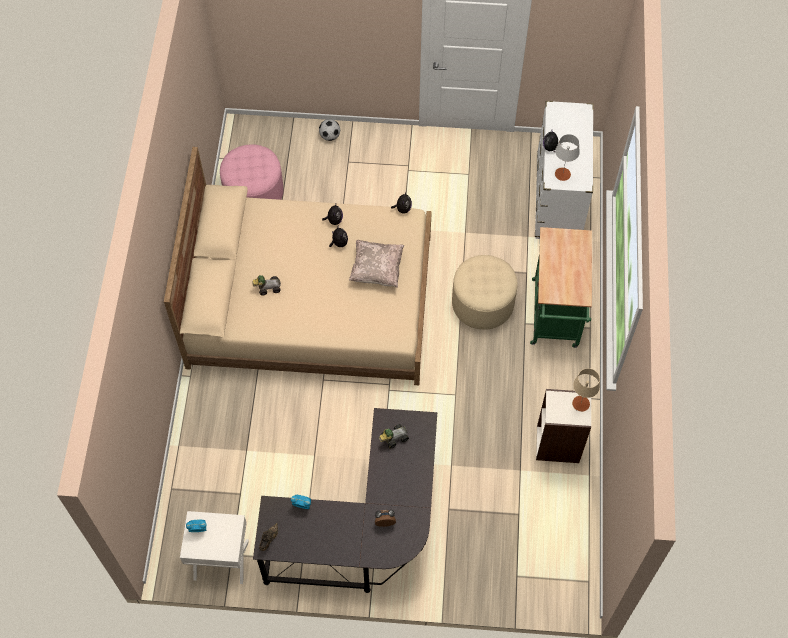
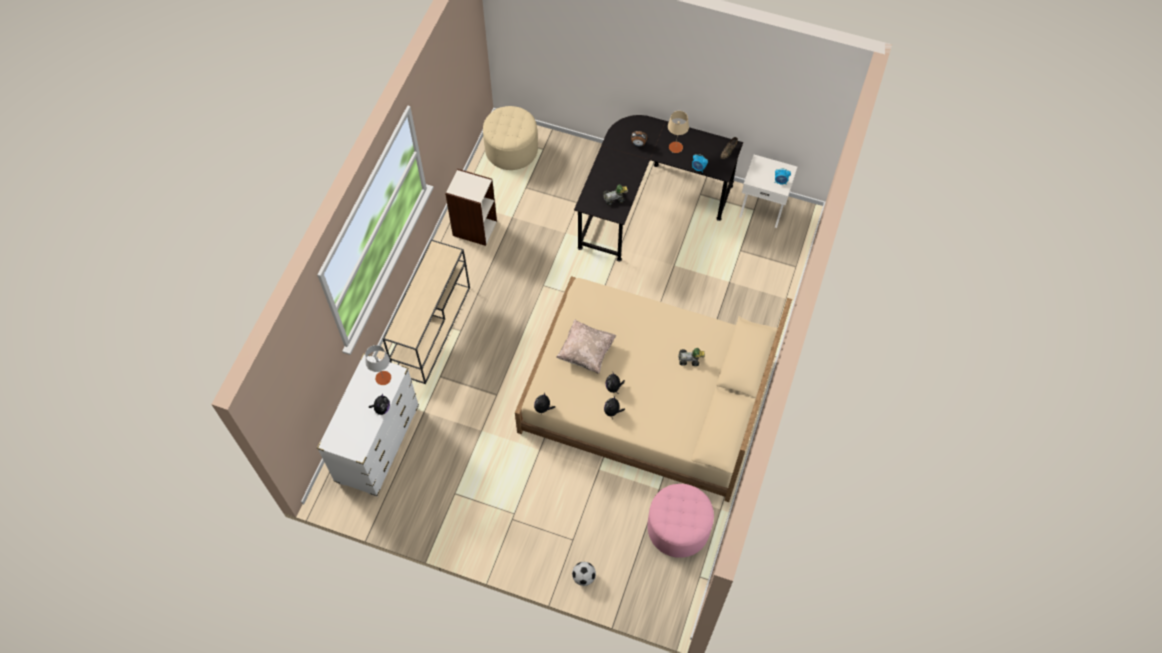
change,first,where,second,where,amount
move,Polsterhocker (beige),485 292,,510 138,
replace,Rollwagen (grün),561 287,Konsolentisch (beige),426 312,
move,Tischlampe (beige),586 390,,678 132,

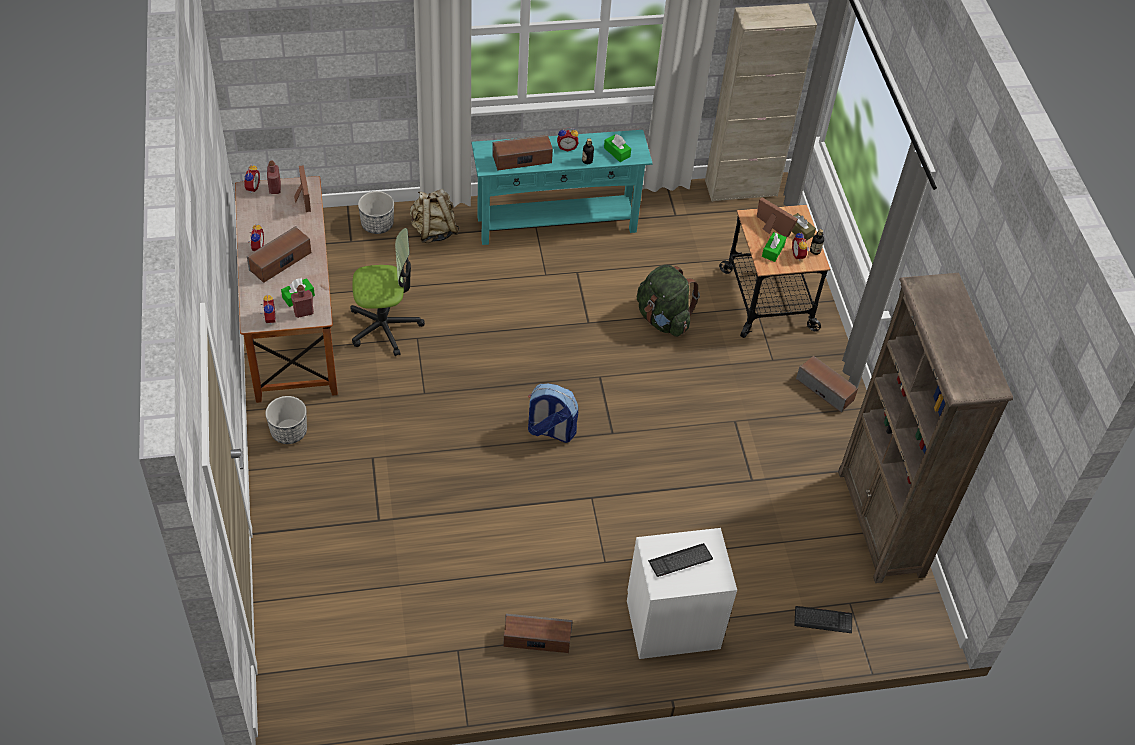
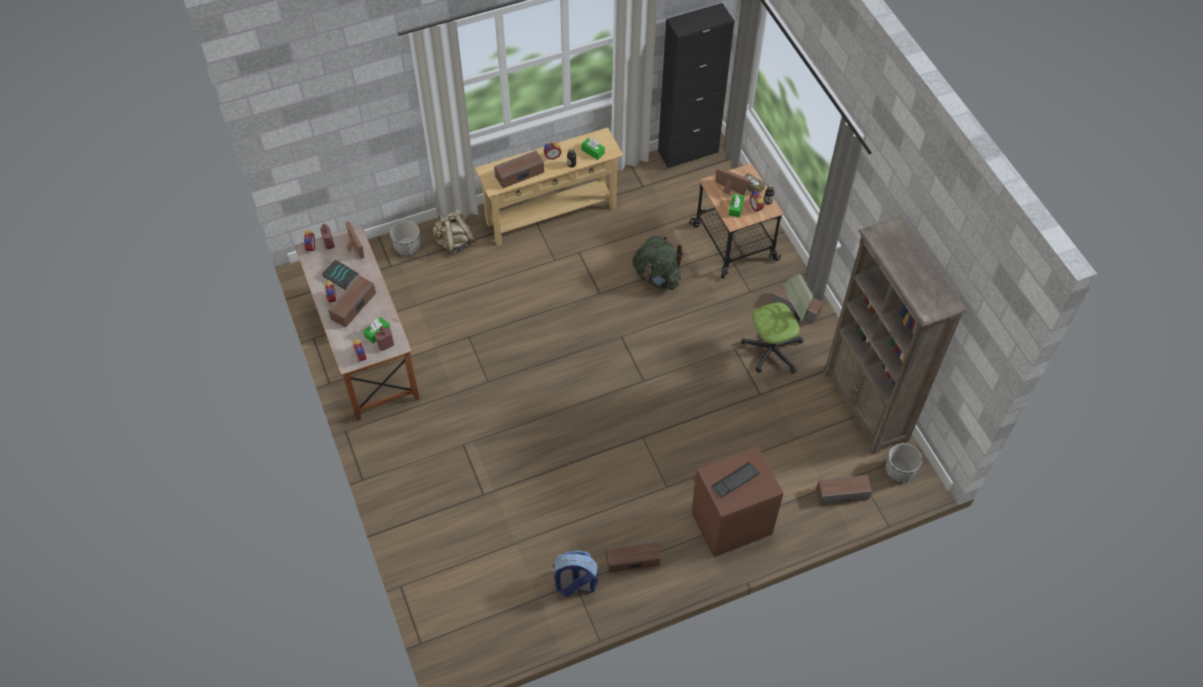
change,first,where,second,where,amount
move,Pflanzkübel,286 420,,904 463,
move,Bürostuhl,387 292,,777 323,
recolor,Konsolentisch (türkis),562 187,Konsolentisch (beige),549 187,
move,Rucksack,553 413,,575 573,
recolor,Nachttisch (weiß),682 593,Nachttisch (braun),738 502,
recolor,Schrank (beige),761 102,Schrank (schwarz),696 86,
replace,Tastatur,823 619,Lautsprecher,844 490,
insert,,,Buch,340 274,

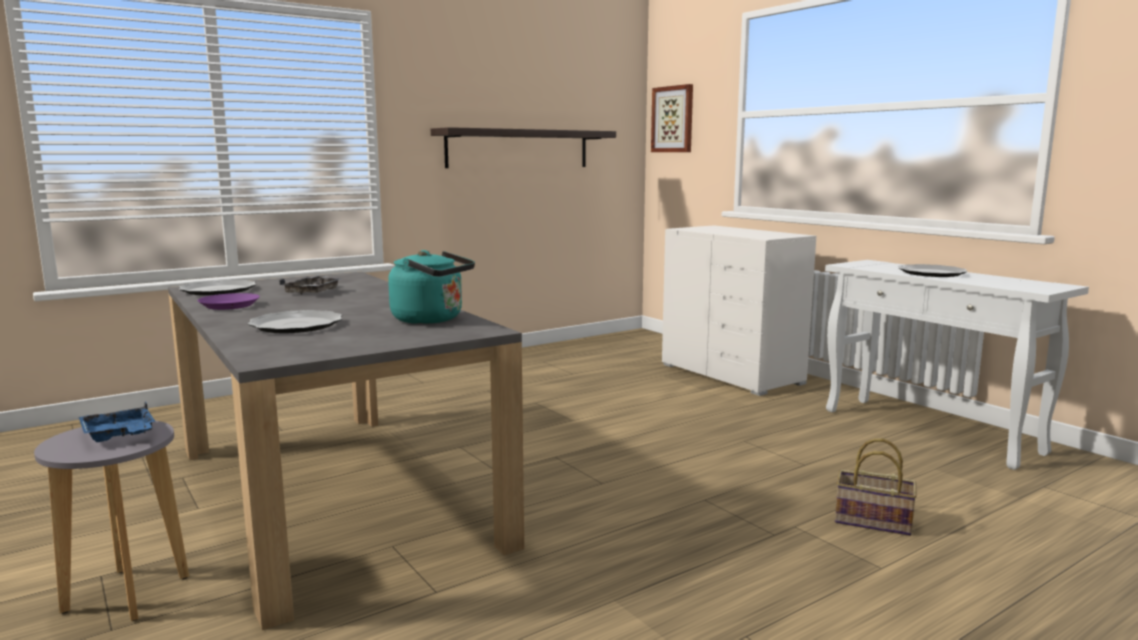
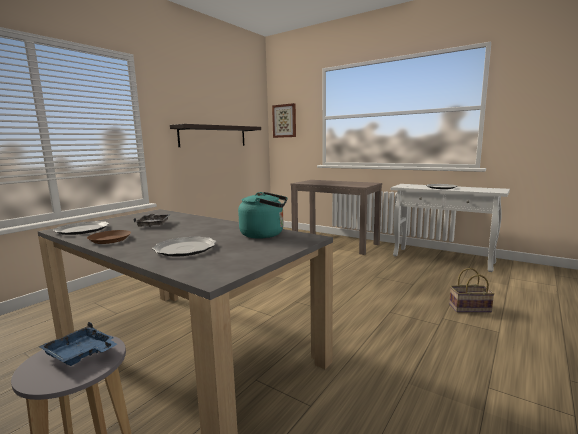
change,first,where,second,where,amount
recolor,Teller (lila),228 301,Teller (braun),109 237,
replace,Kommode (weiß),739 310,Konsolentisch (braun),336 217,

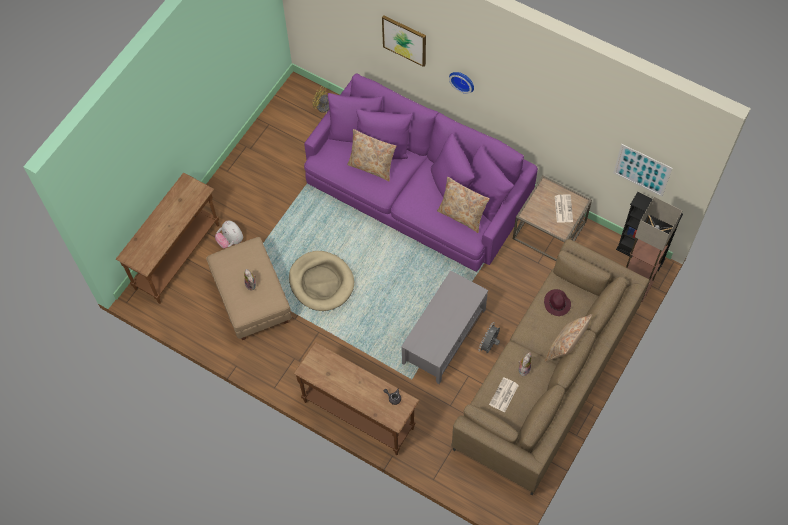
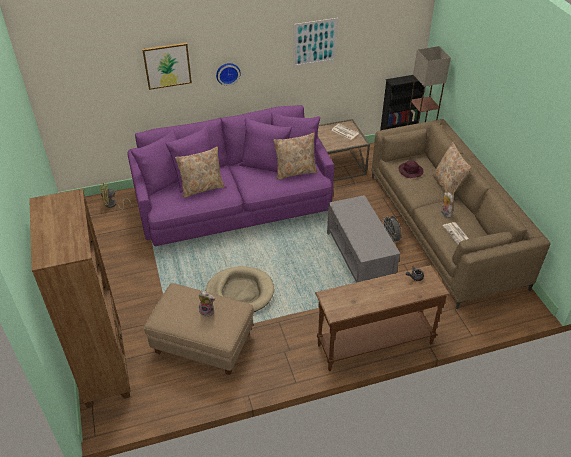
change,first,where,second,where,amount
replace,Konsolentisch (braun),167 238,Bücherregal (braun),80 298,
delete,Plüschtier,229 234,,,
move,Bild,643 170,,315 42,

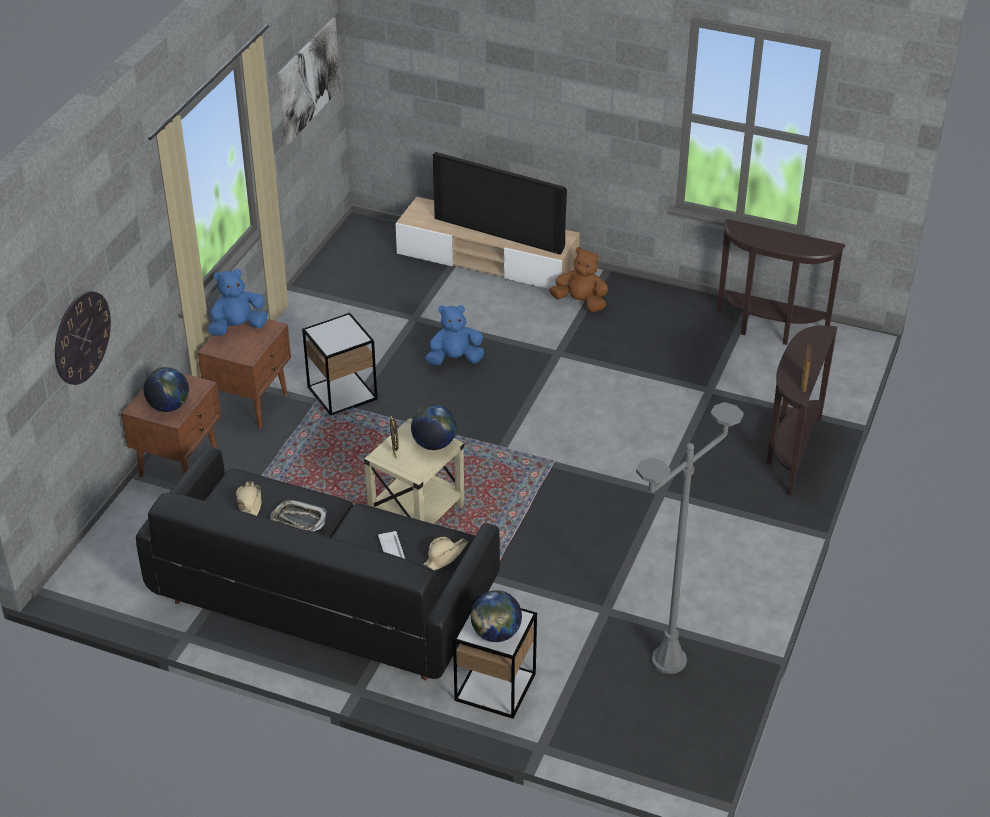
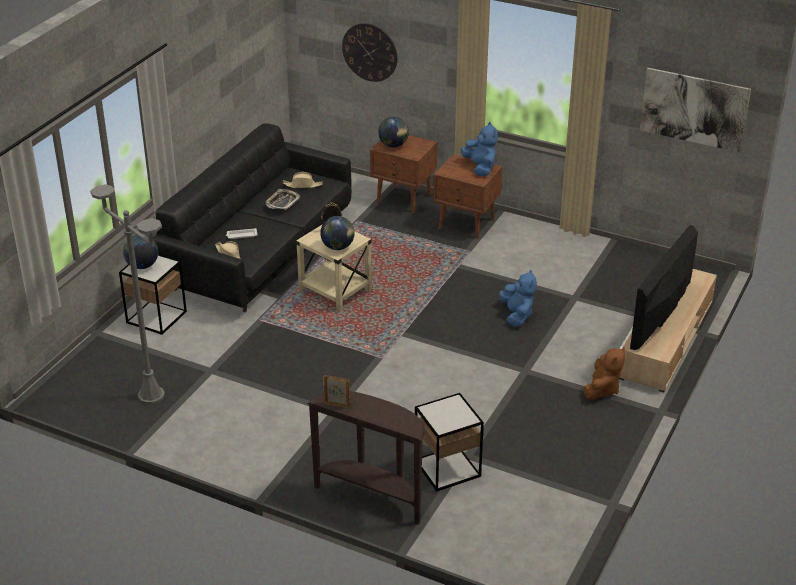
change,first,where,second,where,amount
move,Beistelltisch,339 364,,449 442,
delete,Konsolentisch (braun),781 282,,,

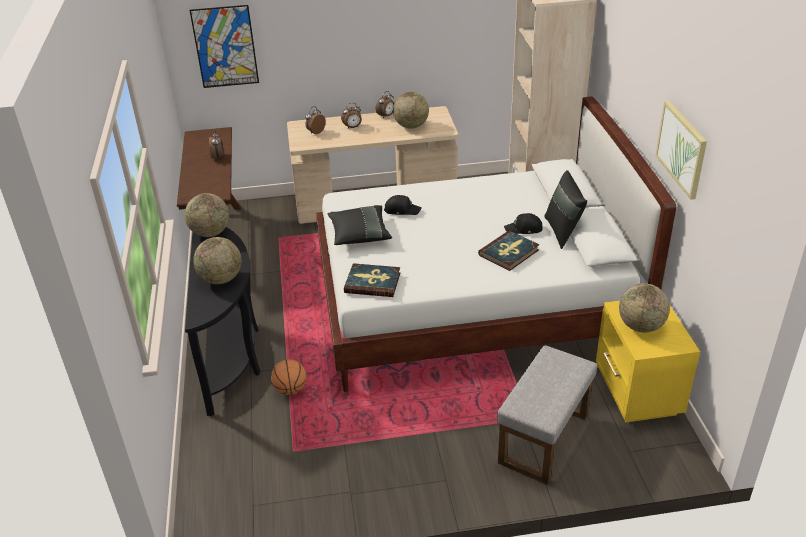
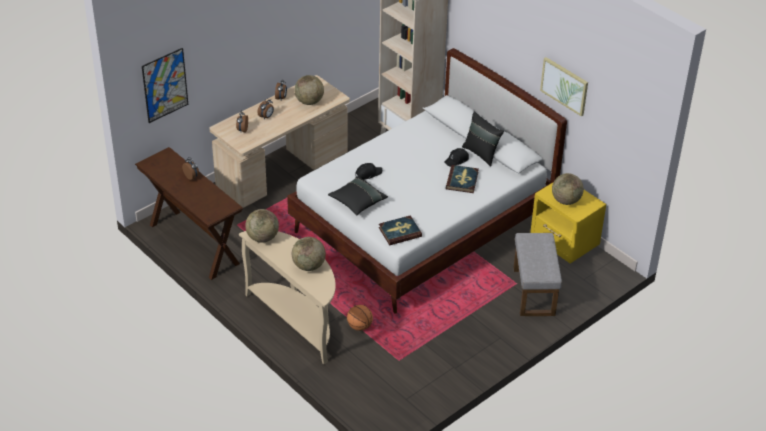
change,first,where,second,where,amount
recolor,Konsolentisch (schwarz),222 321,Konsolentisch (beige),287 297,

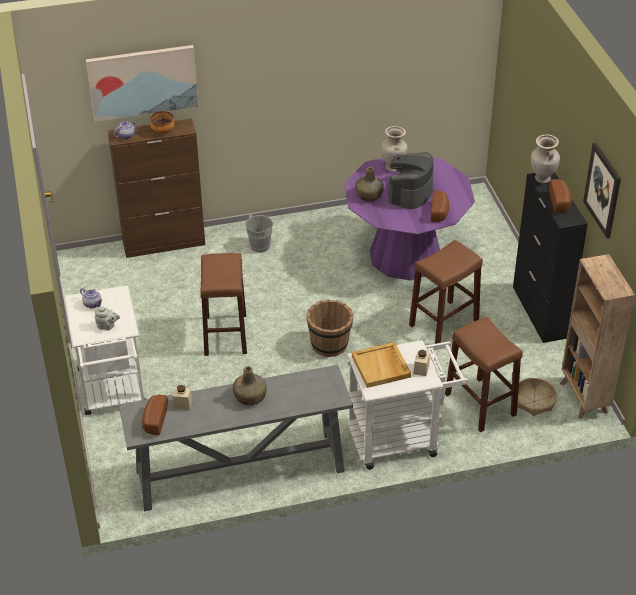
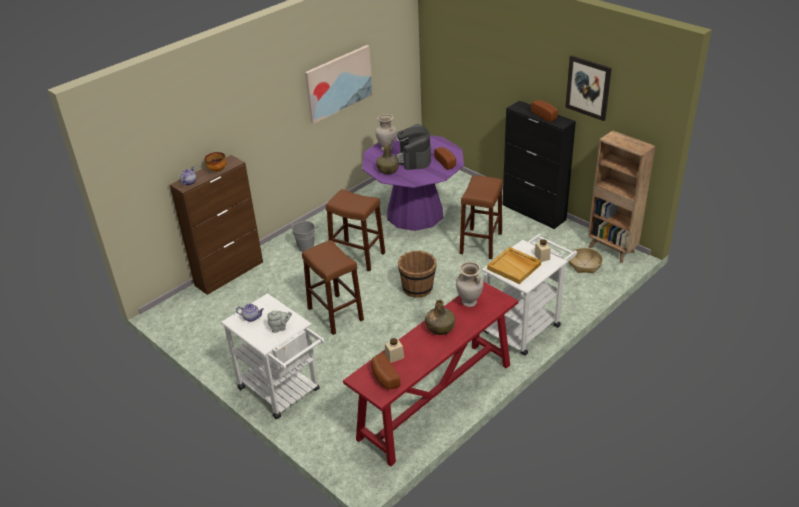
change,first,where,second,where,amount
move,Bild,142 83,,339 84,
recolor,Konsolentisch (grau),236 438,Konsolentisch (rot),430 374,
move,Hocker (braun),484 374,,355 230,
move,Vase (beige),545 158,,470 284,

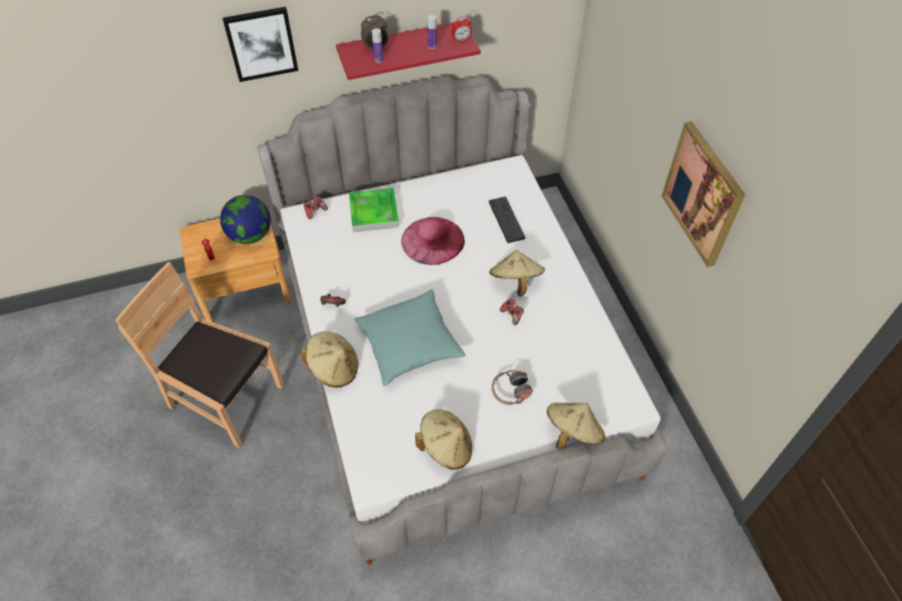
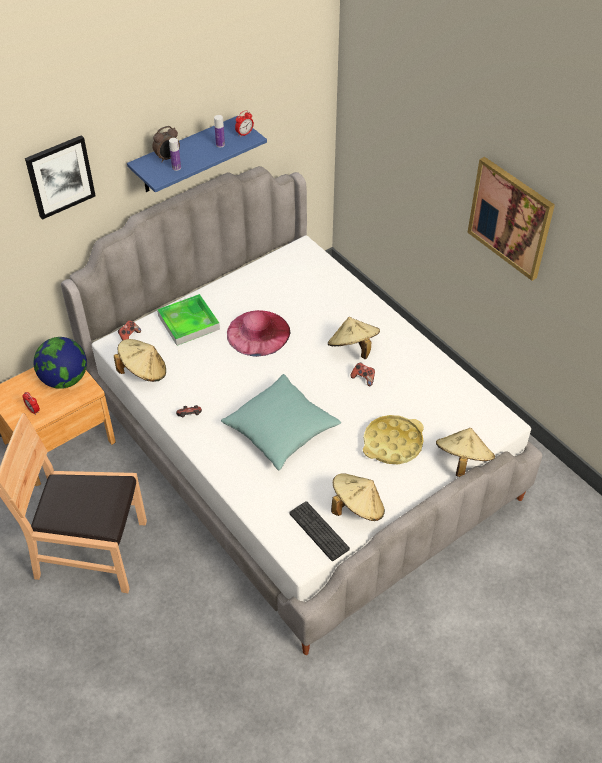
change,first,where,second,where,amount
move,Hut (beige),329 359,,140 360,
recolor,Wandregal (rot),408 50,Wandregal (blau),197 154,
move,Tastatur,507 220,,319 531,
replace,Kopfhörer,512 387,Tablett (gelb),393 439,

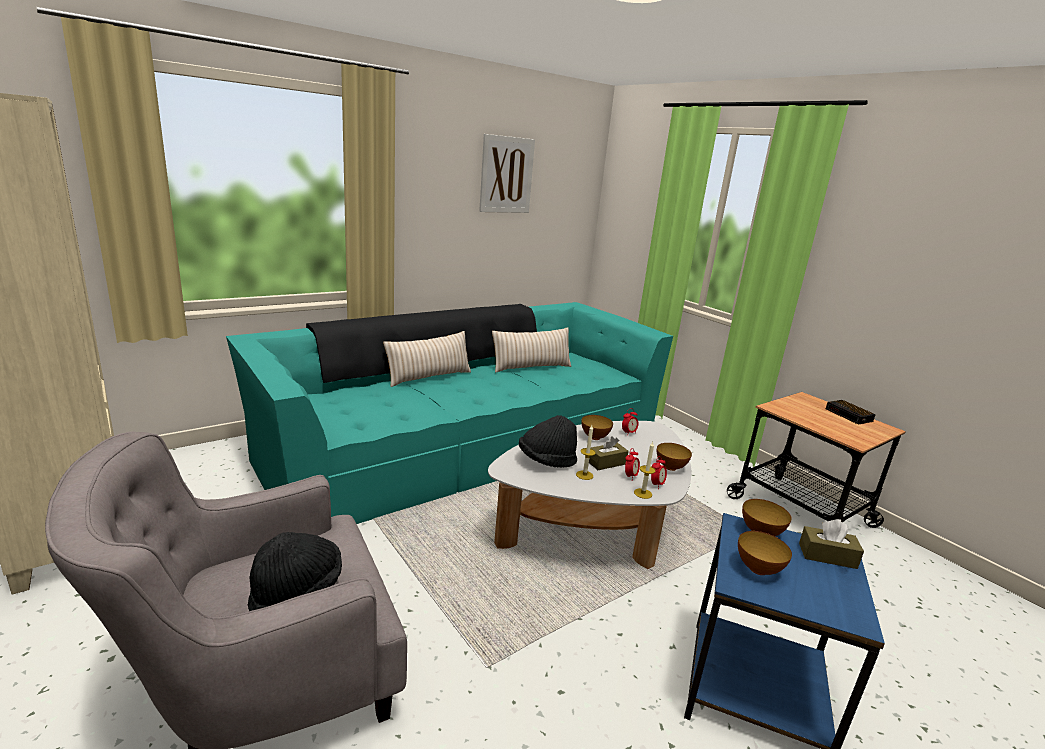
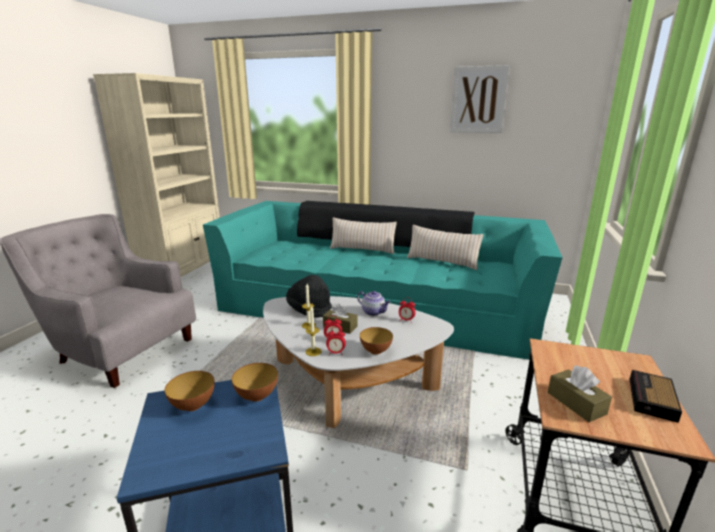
change,first,where,second,where,amount
delete,Hut (schwarz),295 571,,,
replace,Schüssel,597 427,Teekanne,374 303,
move,Taschentuchbox (braun),831 544,,580 394,

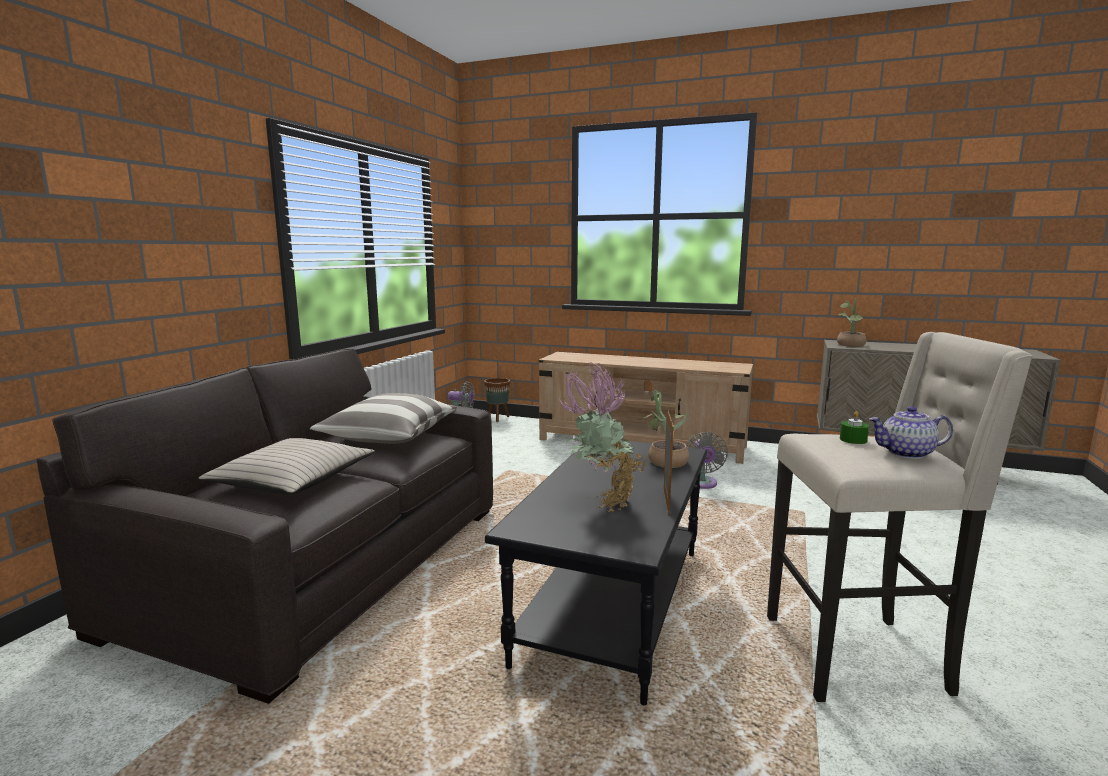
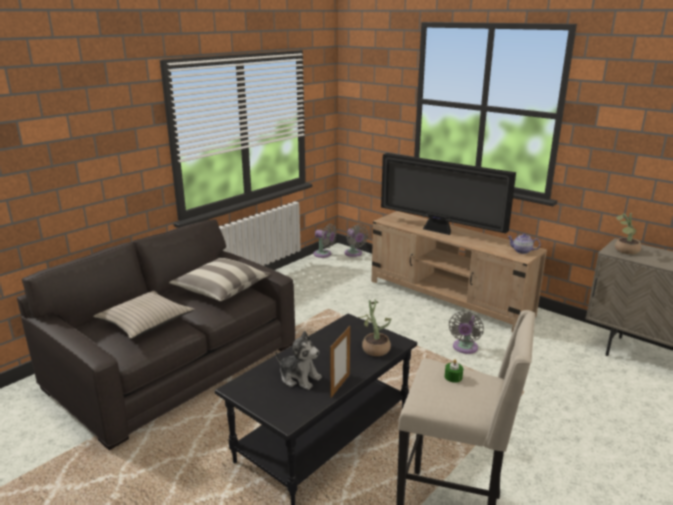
change,first,where,second,where,amount
replace,Pflanzkübel (braun),497 400,Ventilator (grau),356 240,
replace,Topfpflanze,601 437,Plüschtier,299 360,
move,Teekanne,911 432,,524 243,
insert,,,Fernseher,448 194,

